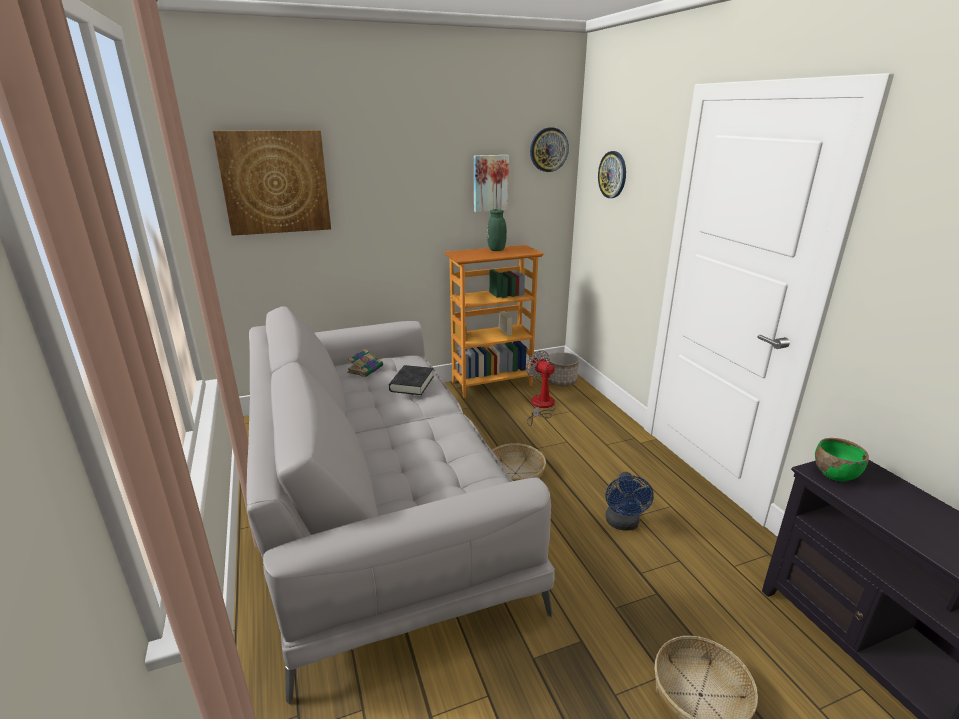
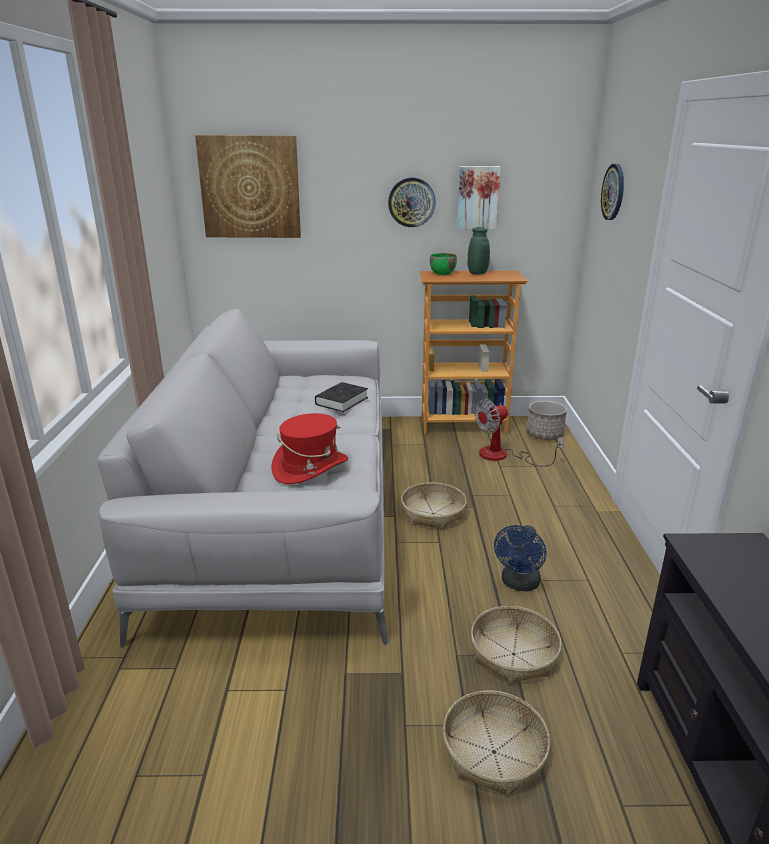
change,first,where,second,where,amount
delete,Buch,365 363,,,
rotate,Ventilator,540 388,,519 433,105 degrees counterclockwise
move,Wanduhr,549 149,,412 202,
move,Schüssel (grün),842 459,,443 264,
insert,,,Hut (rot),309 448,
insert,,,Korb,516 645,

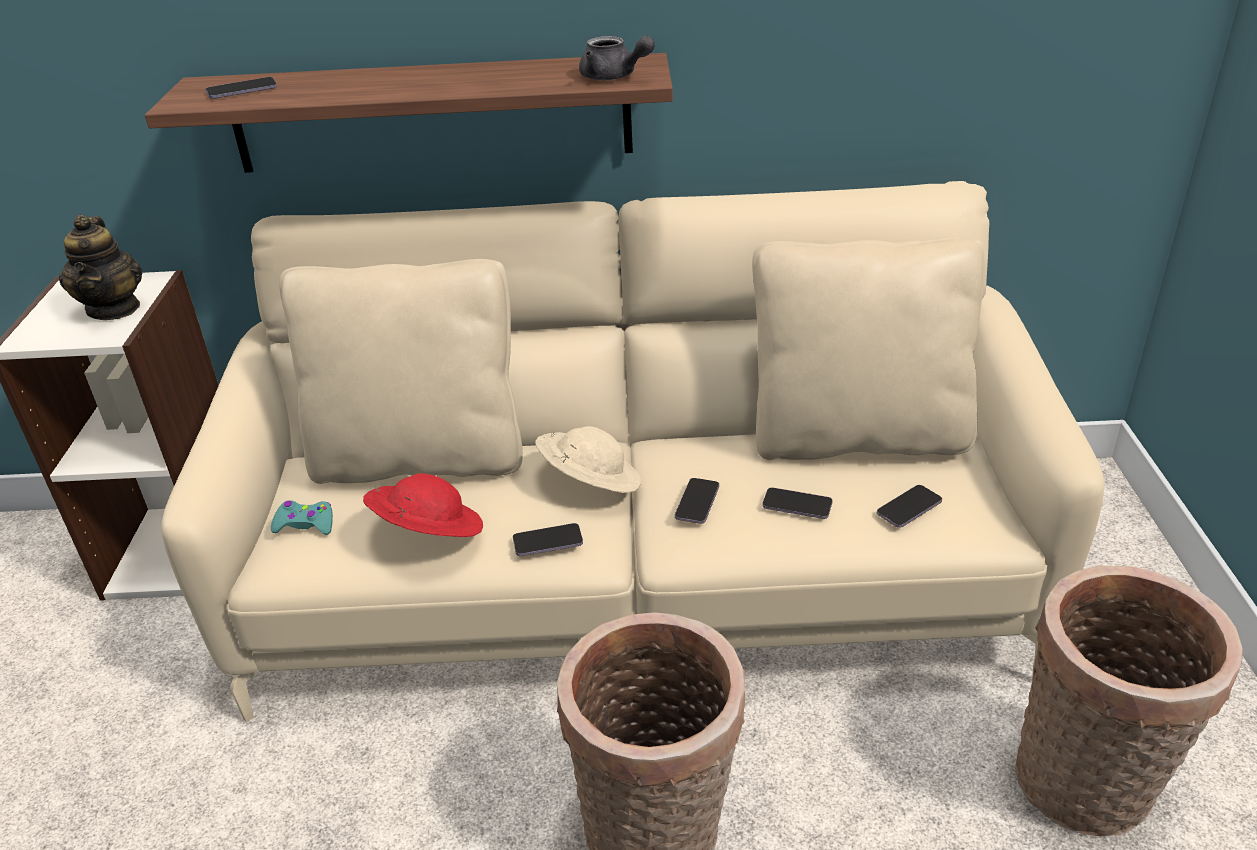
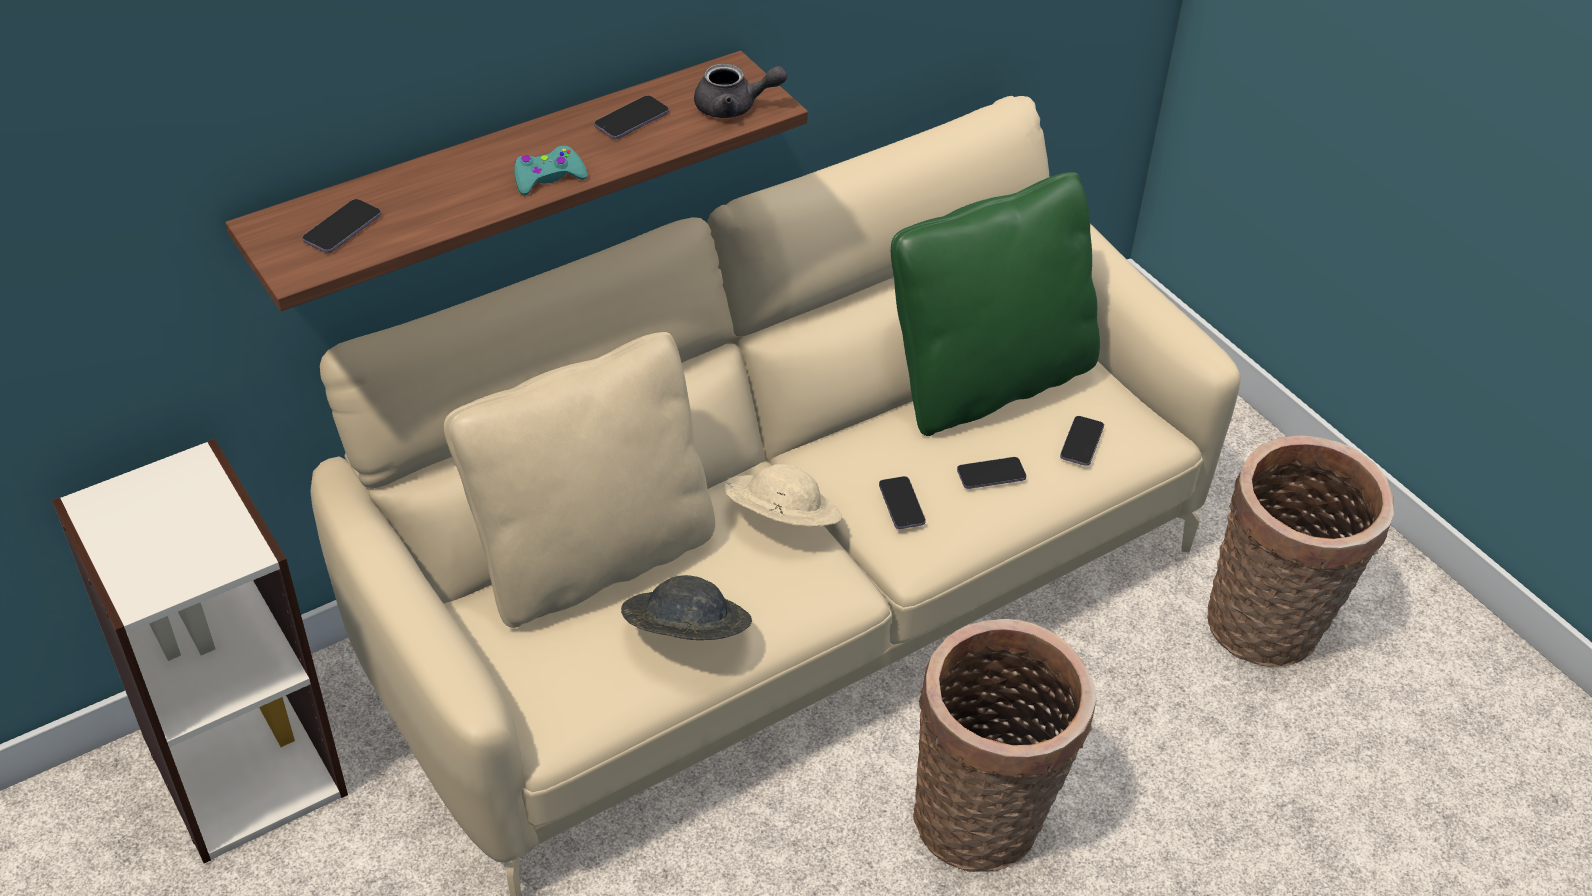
change,first,where,second,where,amount
delete,Teekanne,100 267,,,
move,Gamepad (türkis),302 517,,551 170,
recolor,Hut (rot),423 505,Hut (grau),686 607,
move,Handy,548 539,,631 117,
recolor,Kissen (beige),868 348,Kissen (grün),995 304,

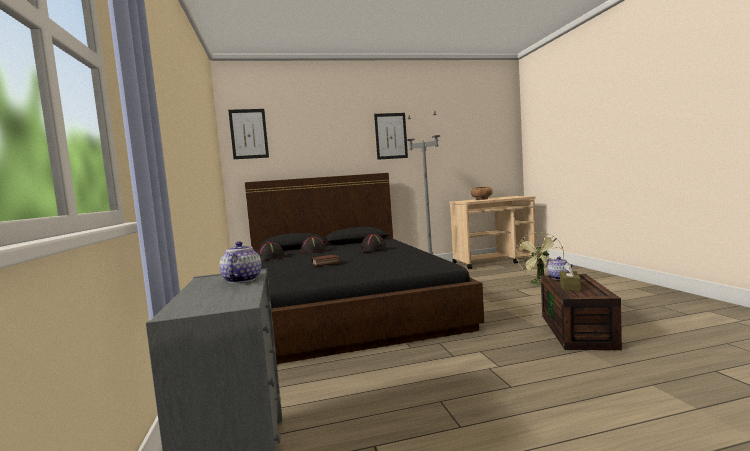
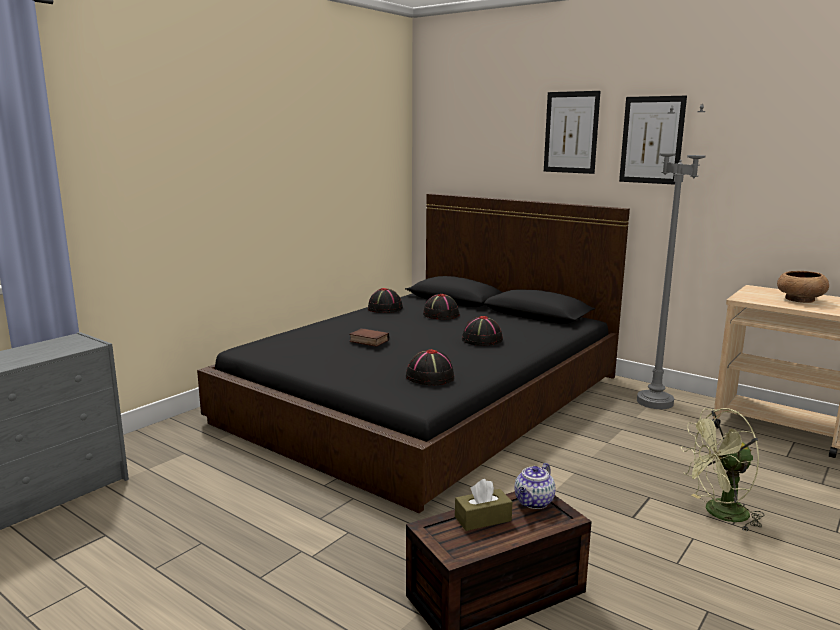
change,first,where,second,where,amount
delete,Teekanne,240 262,,,
move,Bild,248 134,,572 132,
insert,,,Hut (schwarz),430 367,

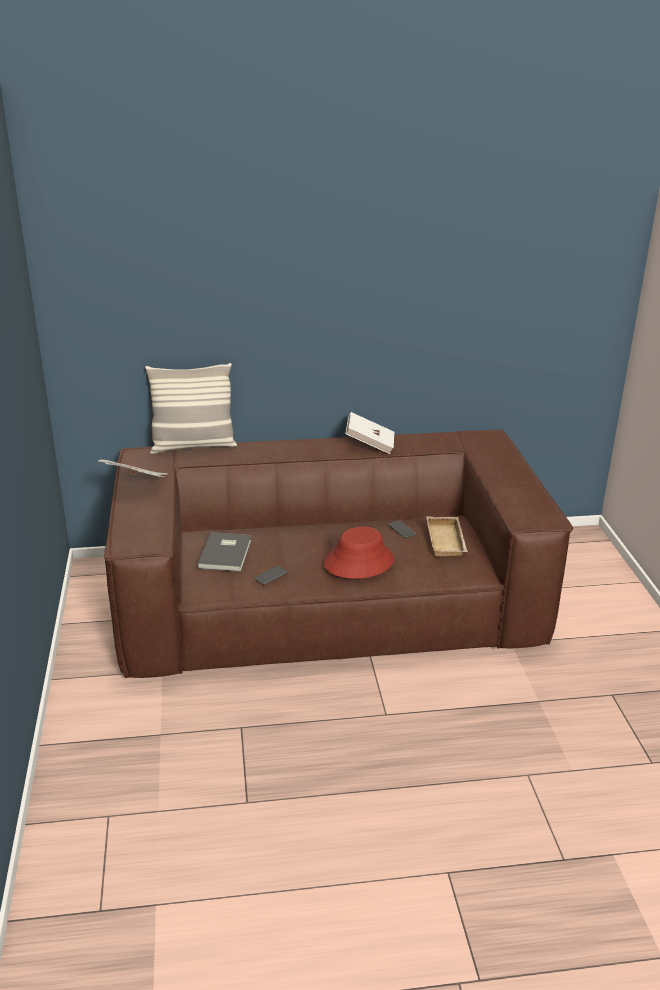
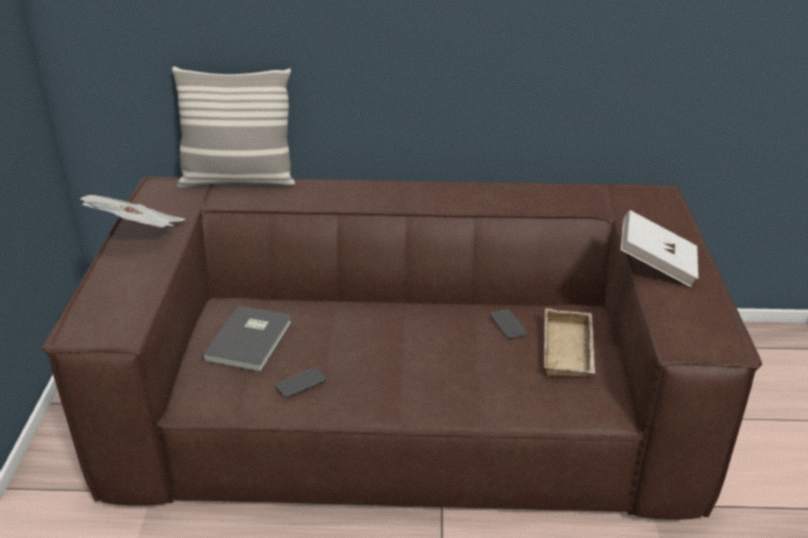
change,first,where,second,where,amount
delete,Hut (rot),359 553,,,
move,Buch (weiß),369 433,,659 248,

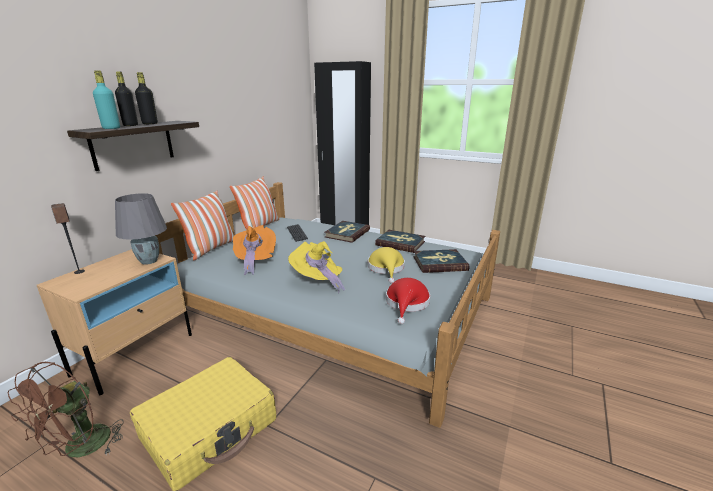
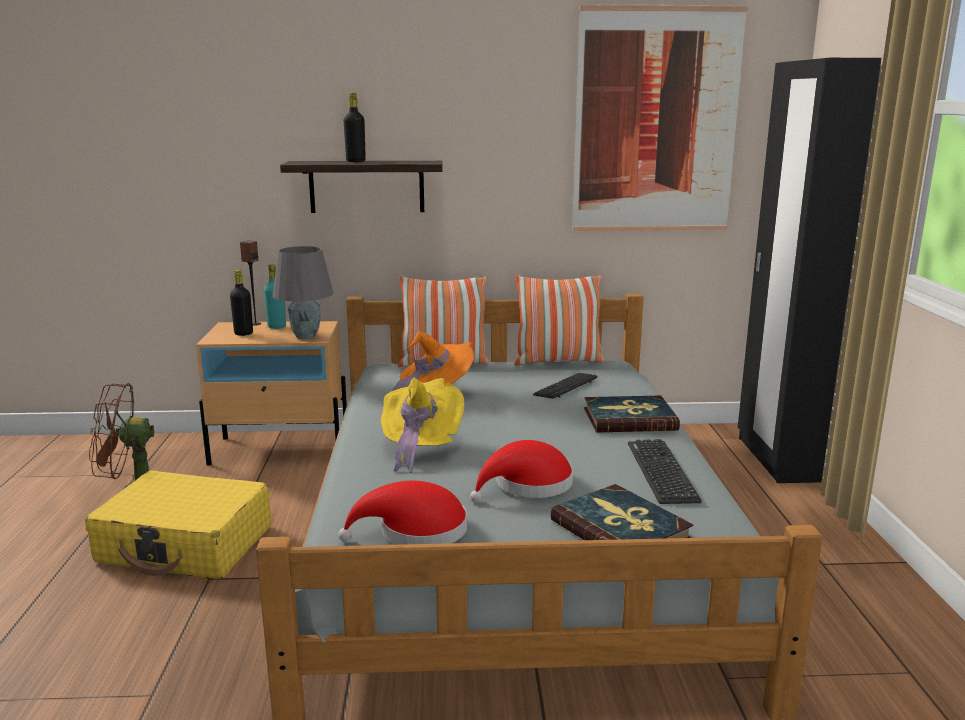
change,first,where,second,where,amount
move,Flasche (türkis),106 100,,275 297,
move,Flasche (schwarz),146 98,,241 303,
recolor,Hut (gelb),386 265,Hut (rot),521 471,
replace,Buch,400 241,Tastatur,665 471,
insert,,,Bild,660 117,

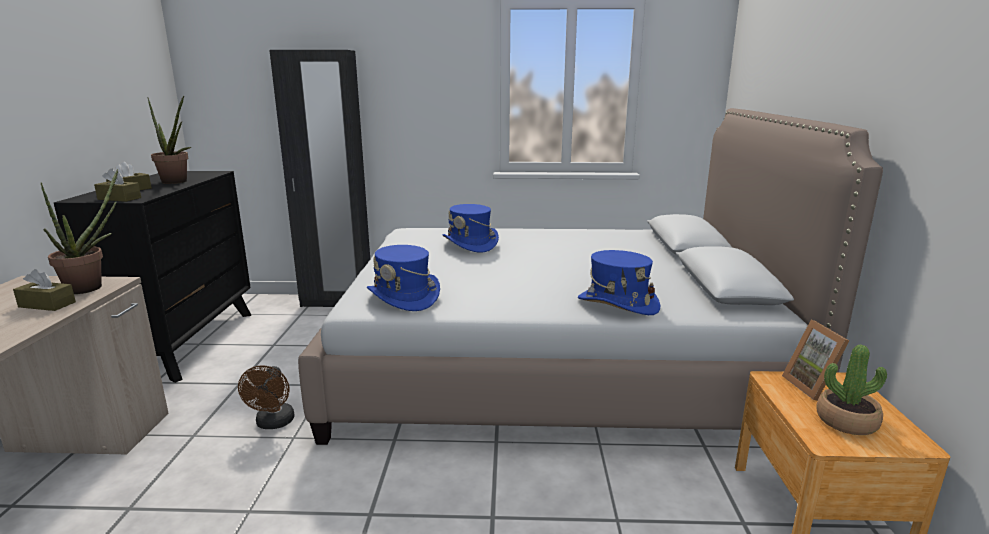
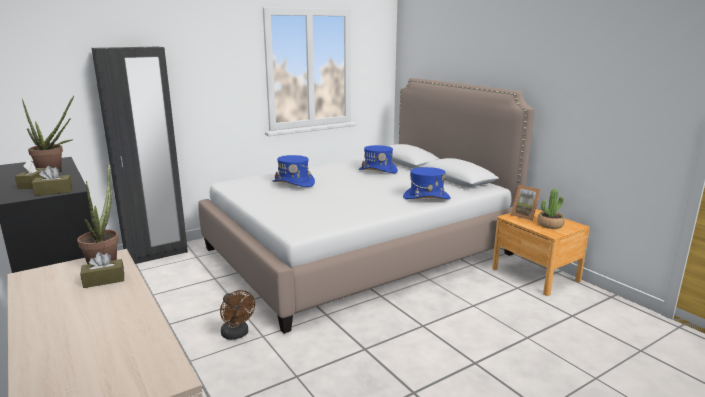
change,first,where,second,where,amount
move,Hut (blau),403 278,,378 159,

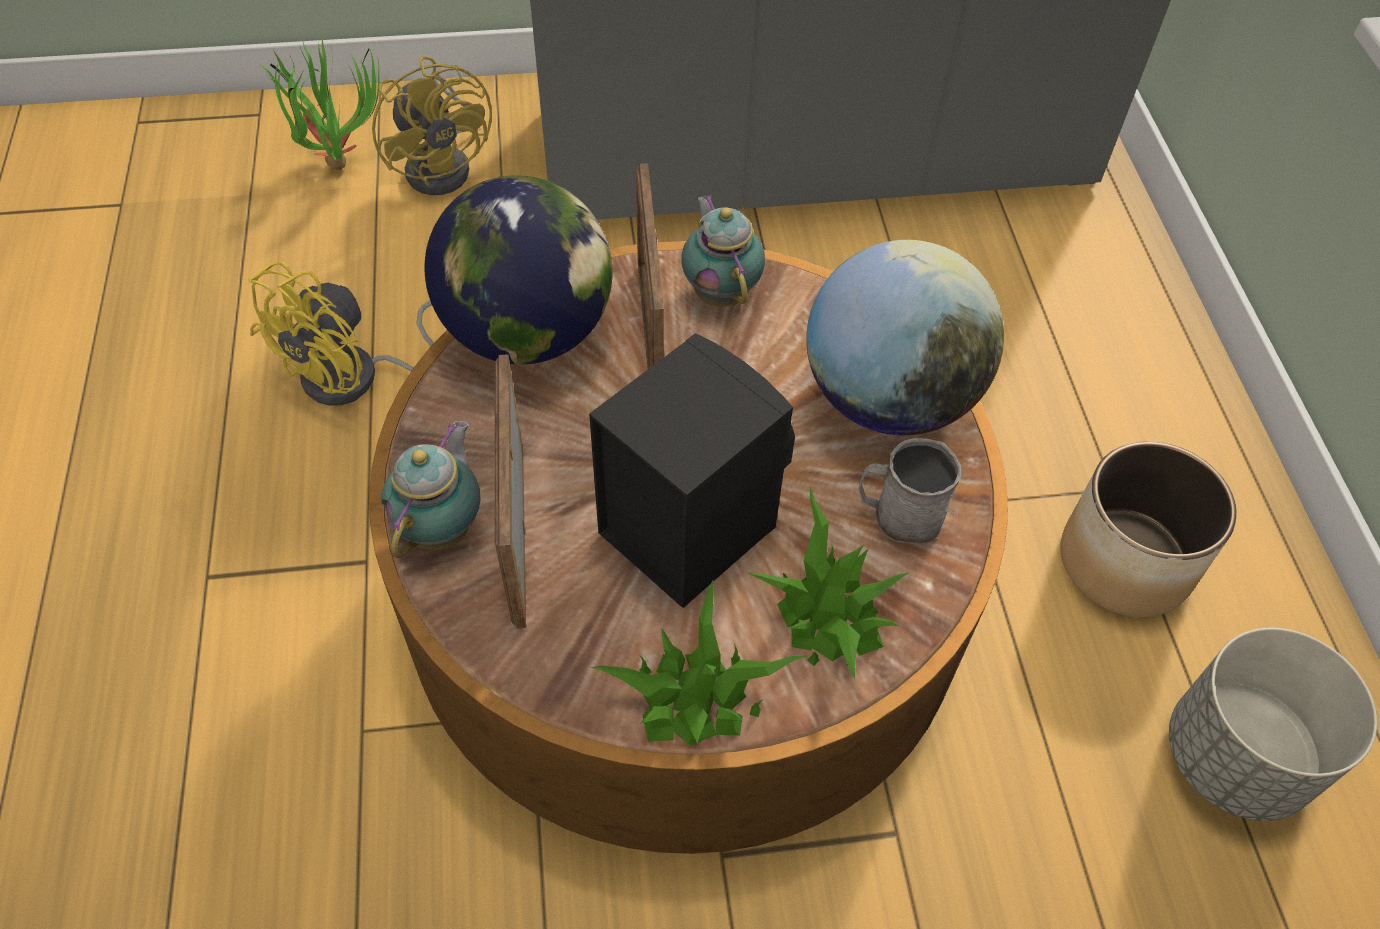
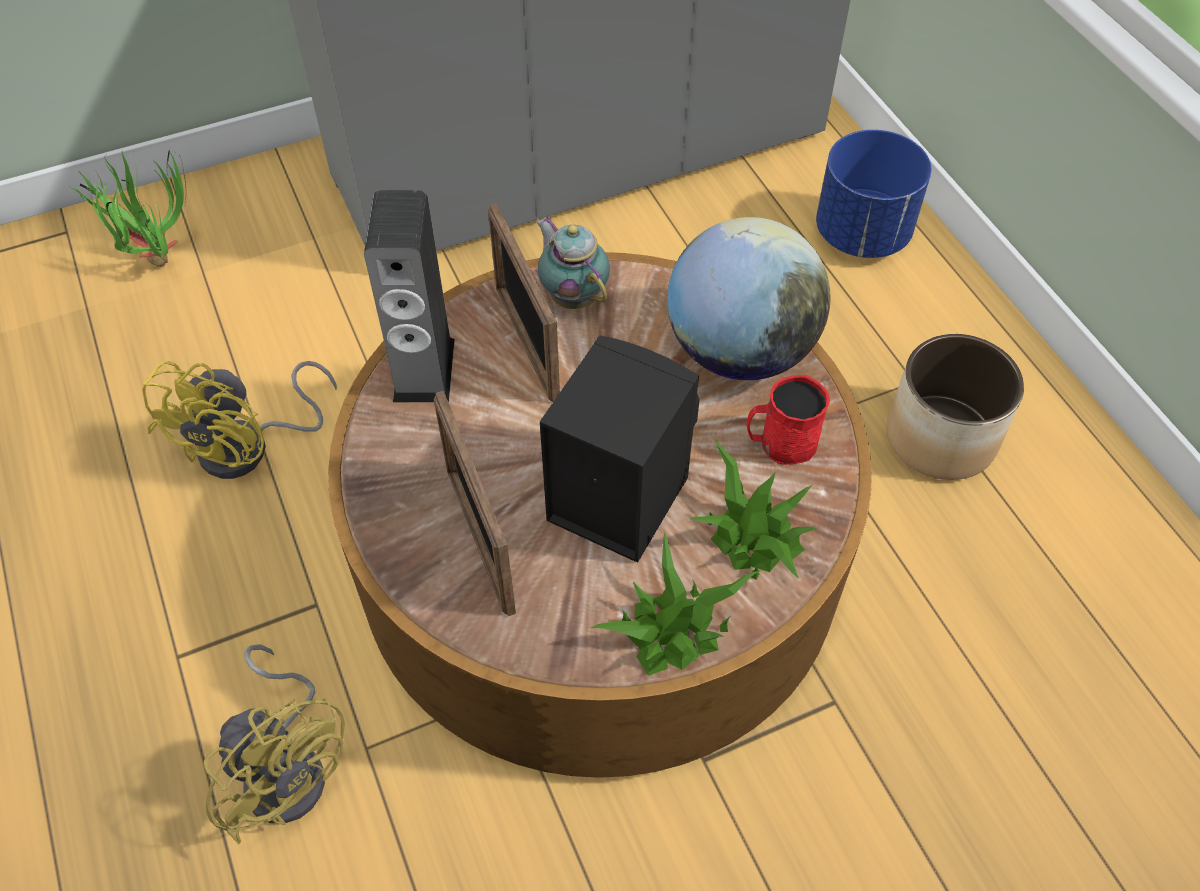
change,first,where,second,where,amount
move,Ventilator (gelb),432 125,,274 744,
delete,Teekanne,430 489,,,
replace,Globus,519 269,Lautsprecher,409 296,
recolor,Henkelbecher (grau),910 491,Henkelbecher (rot),788 420,
delete,Pflanzkübel (grau),1273 724,,,
insert,,,Pflanzkübel (blau),873 194,

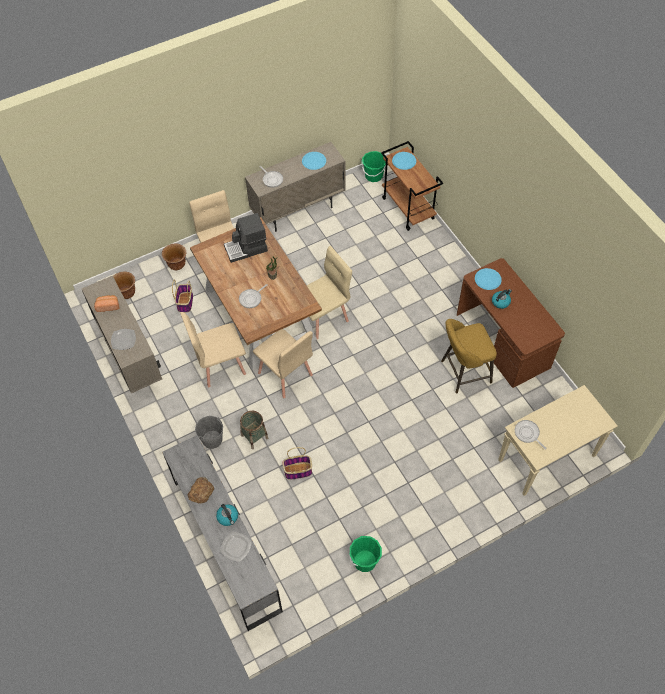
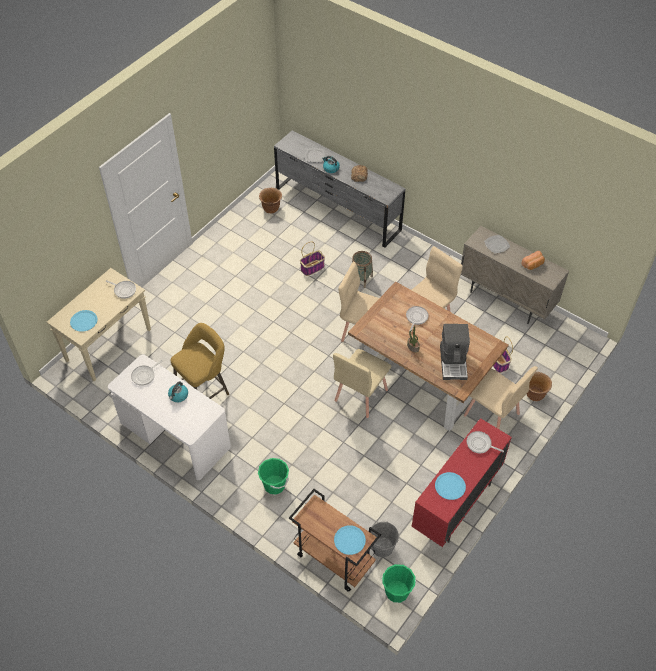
change,first,where,second,where,amount
move,Pflanzkübel (braun),124 285,,270 200,
move,Eimer (grau),209 432,,385 539,
rotate,Kaffeemaschine,246 238,,455 352,135 degrees clockwise
recolor,Schrank (beige),295 187,Schrank (rot),462 482,
move,Eimer (grün),365 554,,273 476,
recolor,Schreibtisch (braun),511 323,Schreibtisch (weiß),169 417,
move,Teller (blau),488 279,,83 321,
insert,,,Pfanne,146 373,

